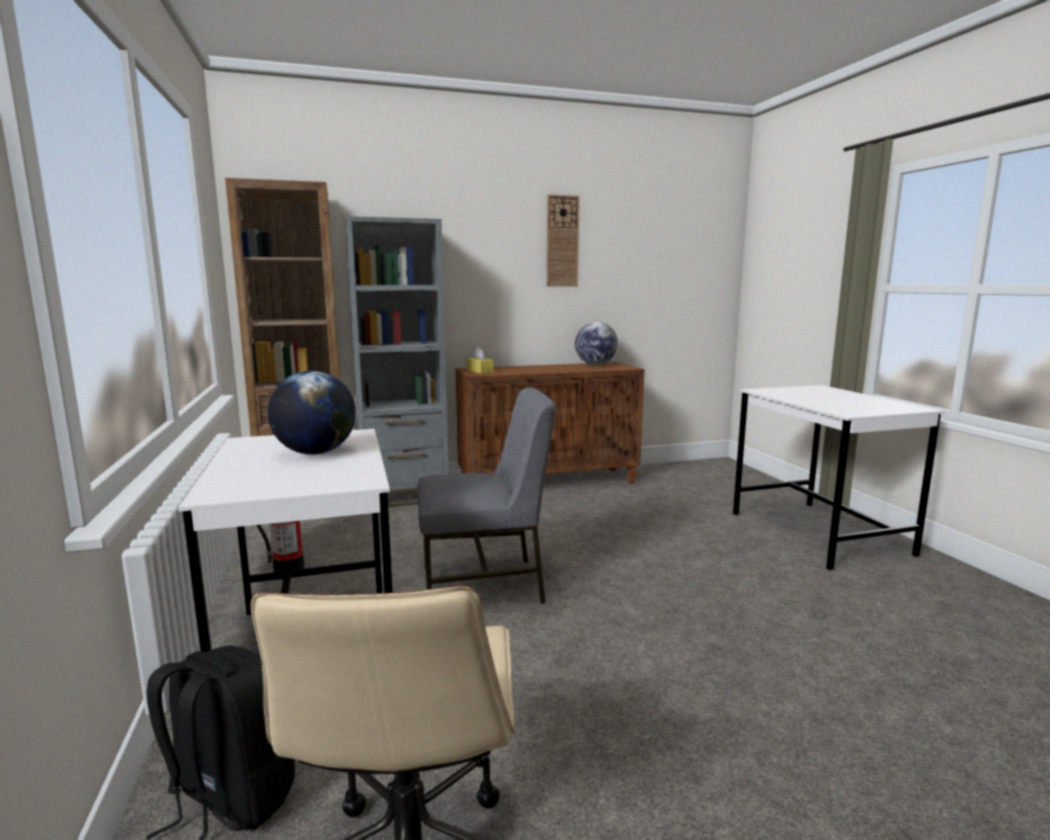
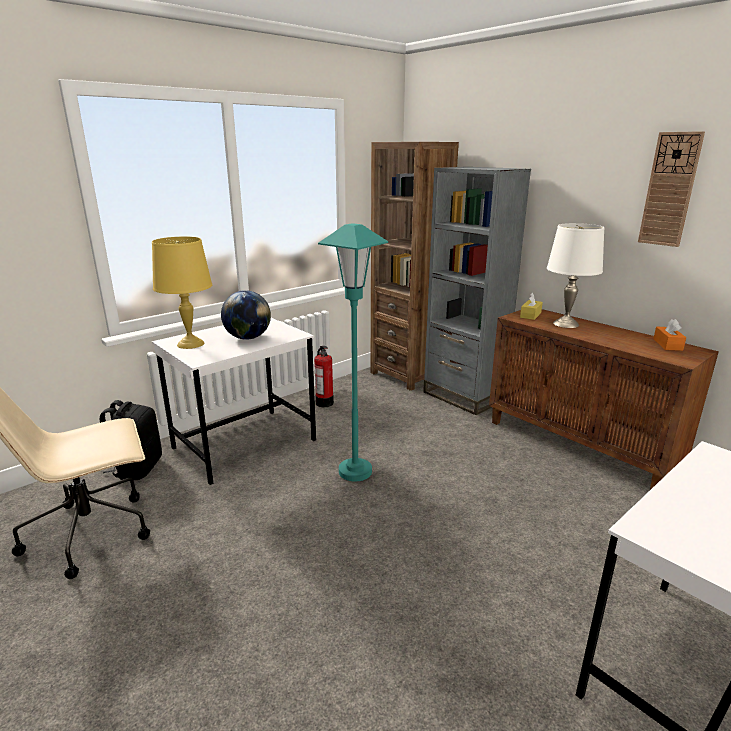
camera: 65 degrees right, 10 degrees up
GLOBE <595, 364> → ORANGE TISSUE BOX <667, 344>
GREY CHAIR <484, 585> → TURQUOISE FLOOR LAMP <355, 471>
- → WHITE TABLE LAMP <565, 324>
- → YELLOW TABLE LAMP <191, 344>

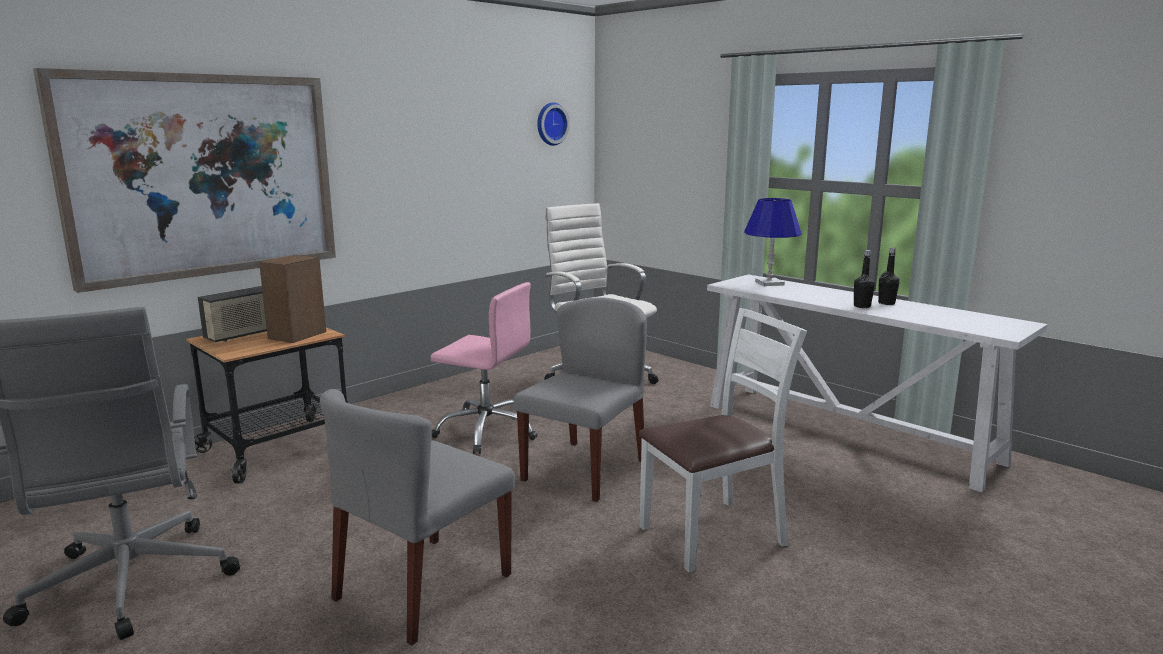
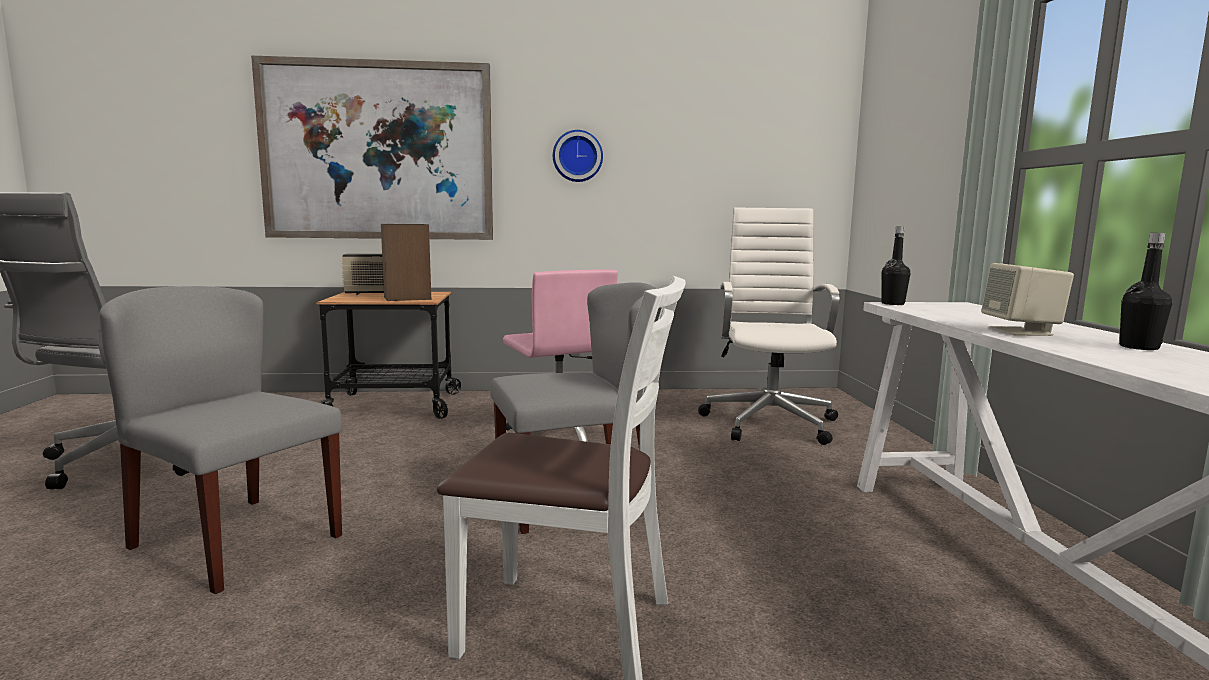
camera: 40 degrees right, 5 degrees down
WALL CLOCK <550, 124> → WALL CLOCK <577, 156>, move
BLUE TABLE LAMP <769, 283> → -
BLACK BOTTLE <862, 306> → BLACK BOTTLE <893, 303>, move
GREY CHAIR <423, 587> → GREY CHAIR <235, 541>, 45 degrees clockwise
- → BEIGE SPEAKER <1021, 332>

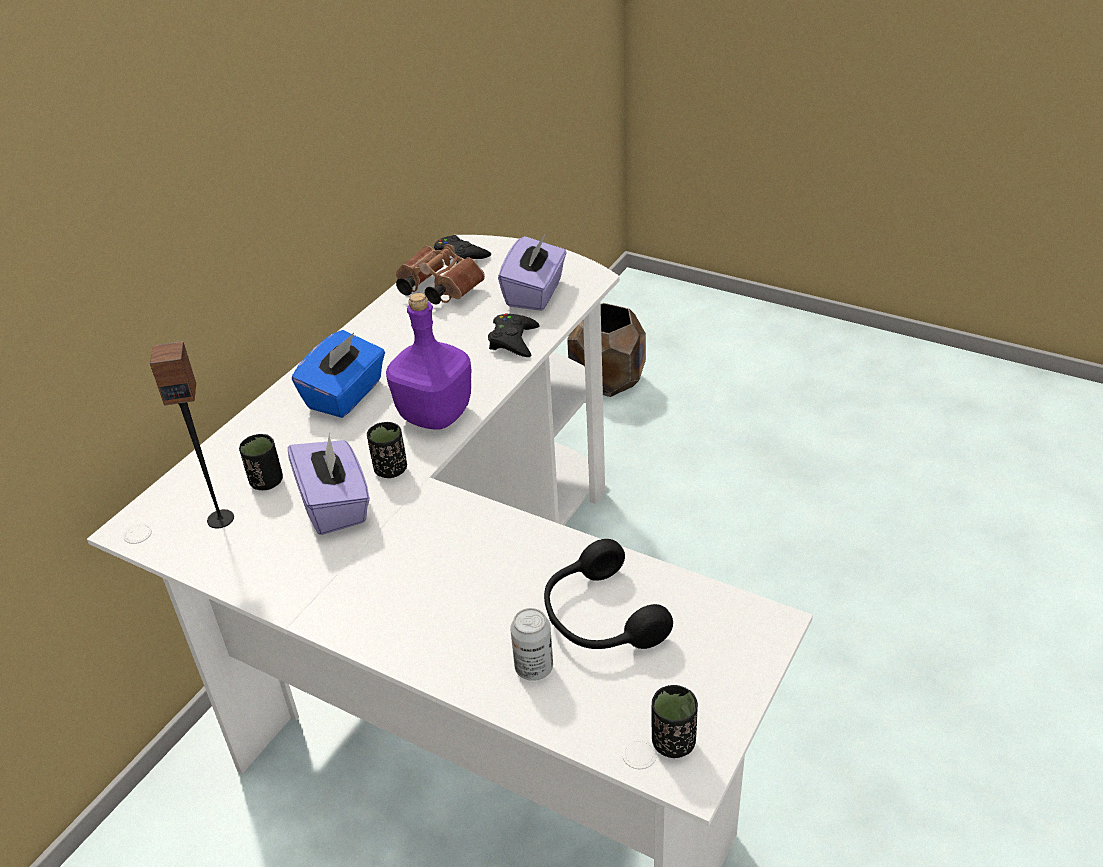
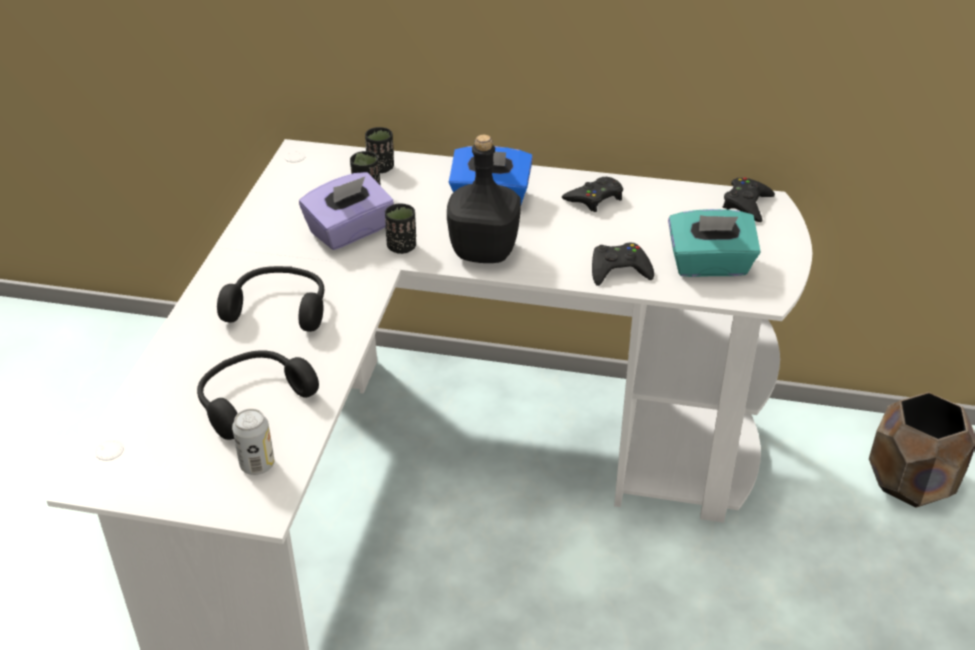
camera: 70 degrees right, 0 degrees up
PURPLE TISSUE BOX <535, 293> → TURQUOISE TISSUE BOX <710, 265>
BROWN BINOCULARS <436, 289> → -
PURPLE BOTTLE <436, 414> → BLACK BOTTLE <485, 252>
SPEAKER <220, 518> → -
CAN <534, 668> → CAN <257, 465>, move
BLACK CUP <673, 742> → BLACK CUP <381, 168>, move
- → BLACK GAME CONTROLLER <595, 198>
- → BLACK HEADPHONES <279, 308>

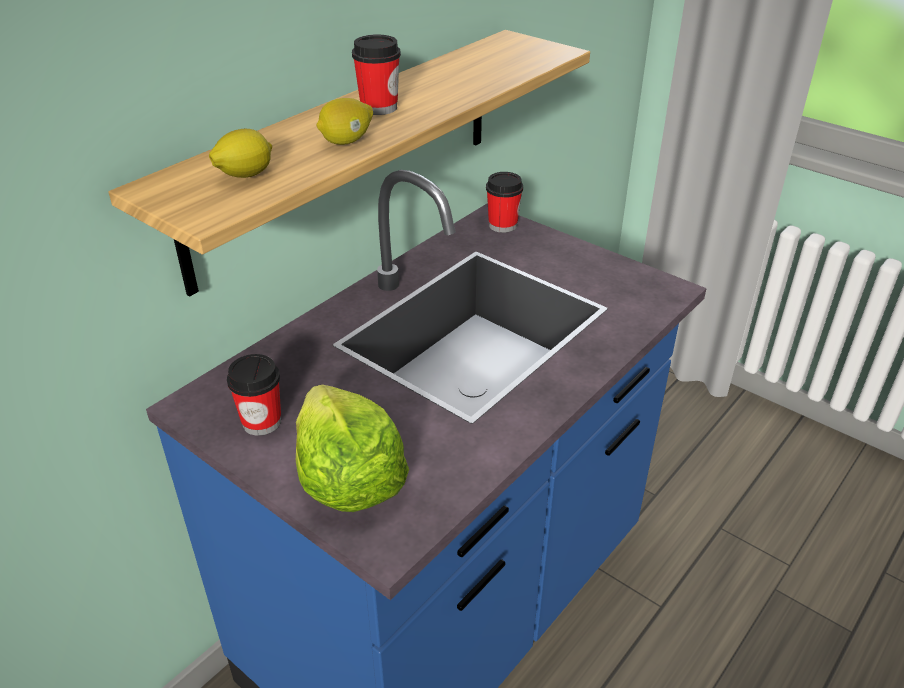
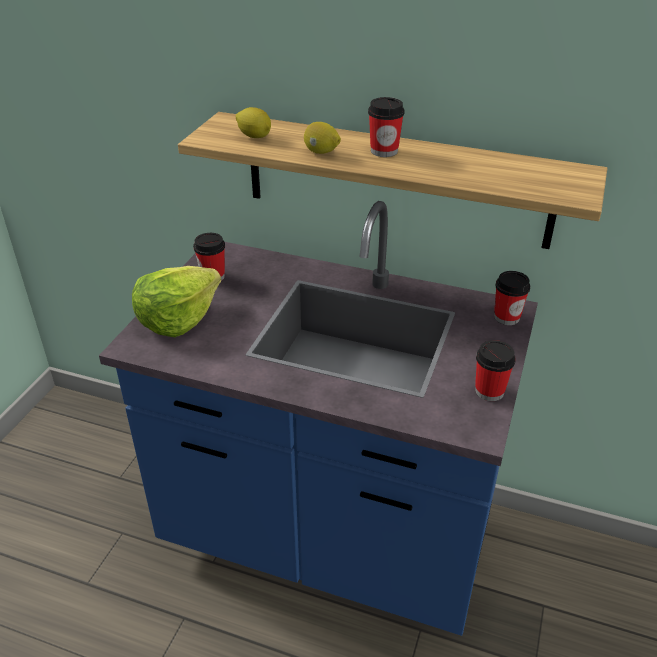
camera: 70 degrees right, 0 degrees up
- → CUP <489, 391>

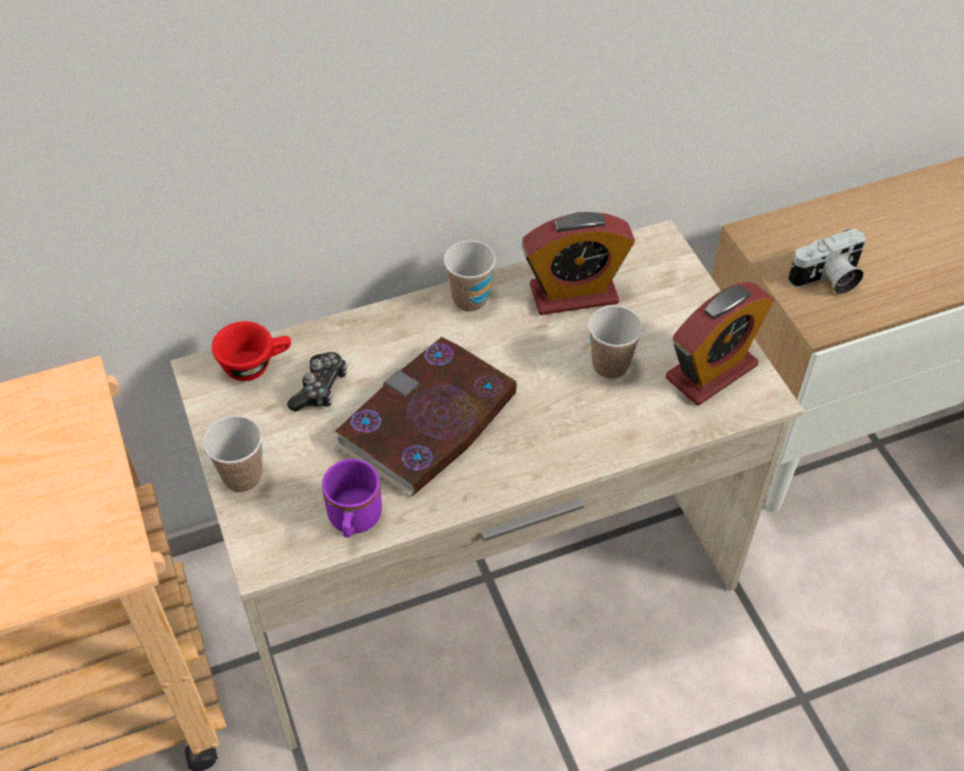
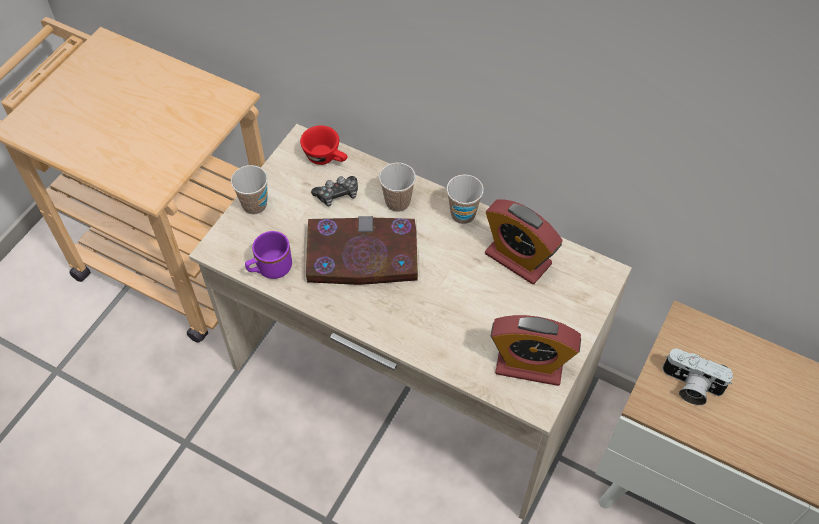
camera: 50 degrees right, 5 degrees up
CUP <610, 365> → CUP <397, 202>, move

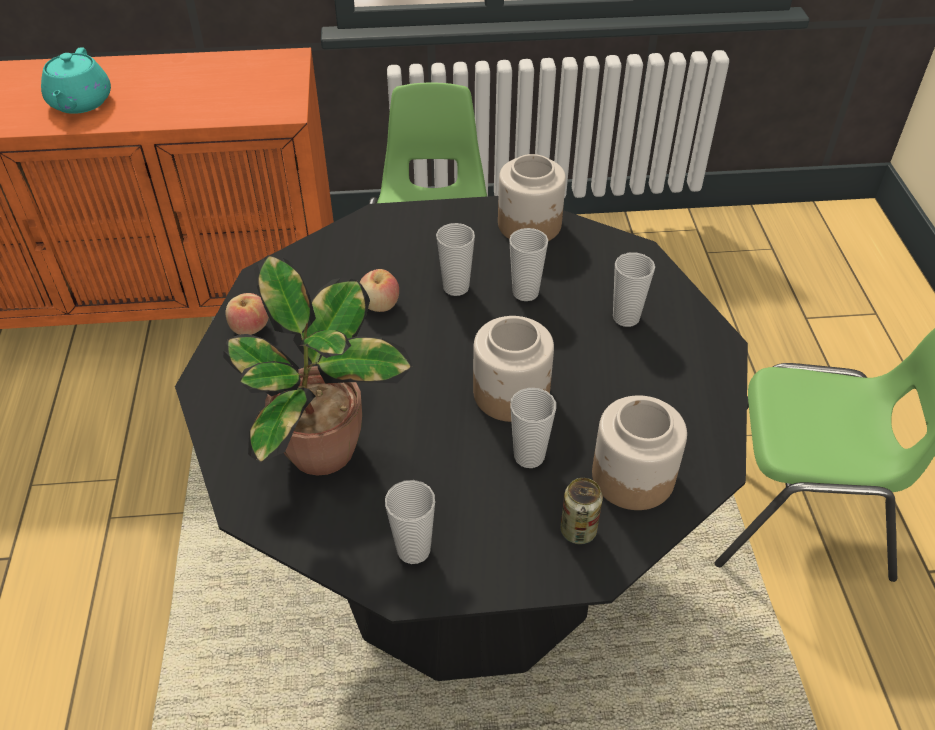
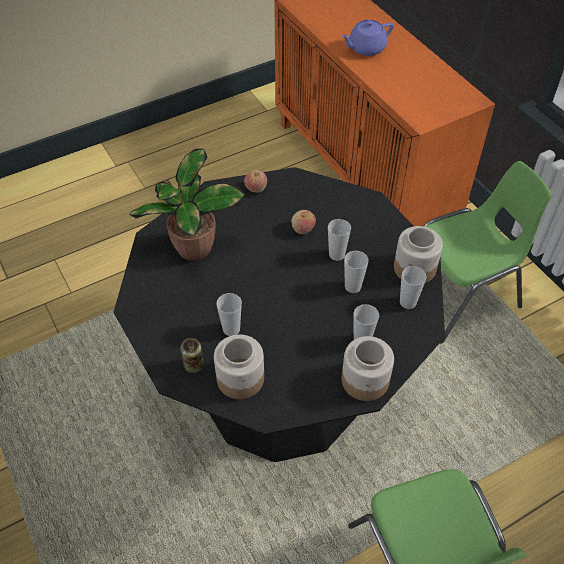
camera: 65 degrees right, 5 degrees up
TURQUOISE TEAPOT <80, 103> → PURPLE TEAPOT <366, 48>
JAR <512, 393> → JAR <365, 381>, move
CUP <413, 550> → CUP <408, 302>, move

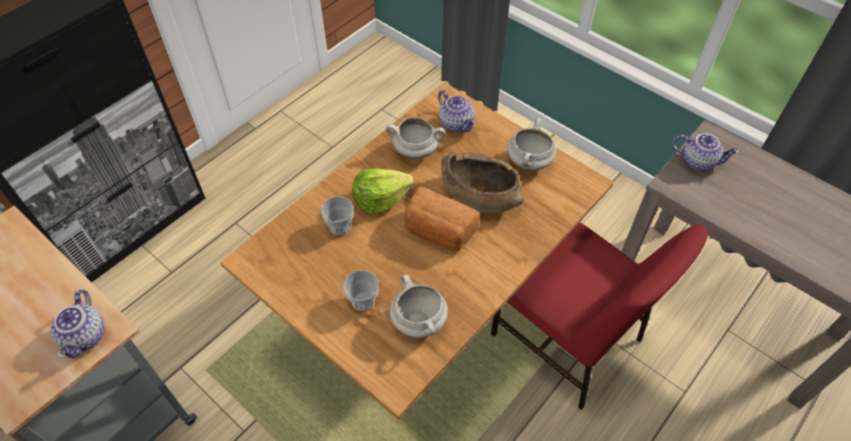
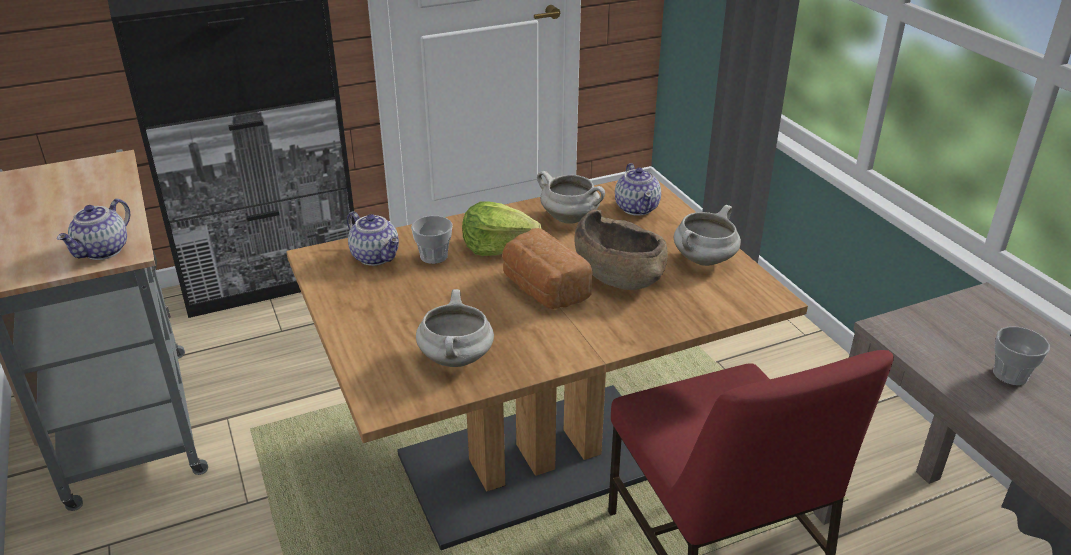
camera: 25 degrees right, 20 degrees down
TEAPOT <698, 161> → TEAPOT <376, 257>, move
CUP <363, 301> → CUP <1010, 374>, move

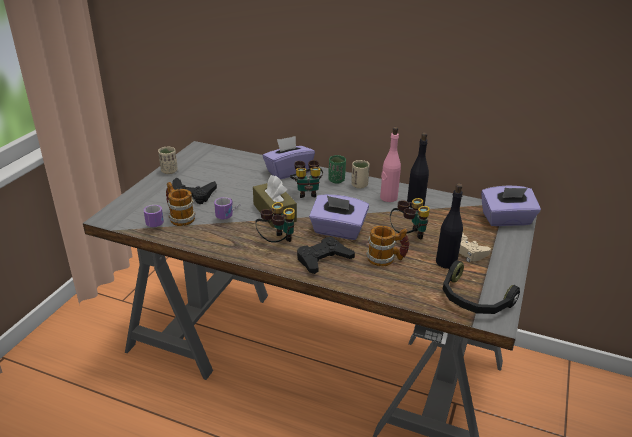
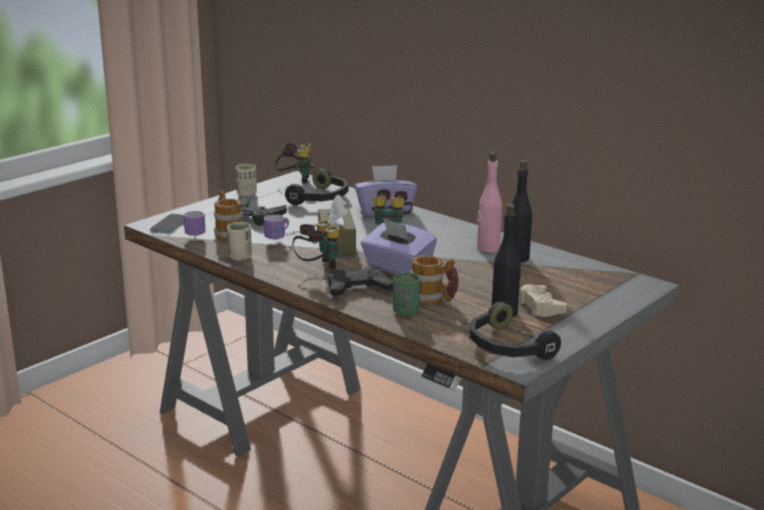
camera: 20 degrees right, 10 degrees down
GREEN CUP <336, 180> → GREEN CUP <406, 312>, move
BEIGE CUP <359, 185> → BEIGE CUP <240, 257>, move
PURPLE TISSUE BOX <506, 220> → -
BINOCULARS <407, 235> → BINOCULARS <295, 180>, move
- → BLACK HEADPHONES <321, 198>
- → PHONE <170, 224>

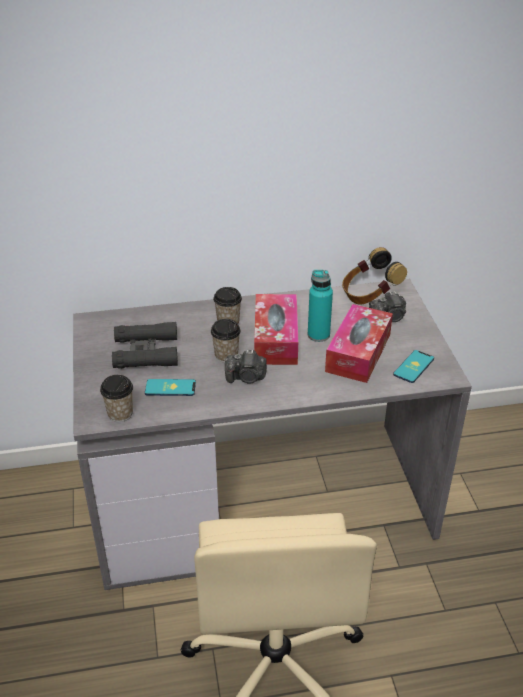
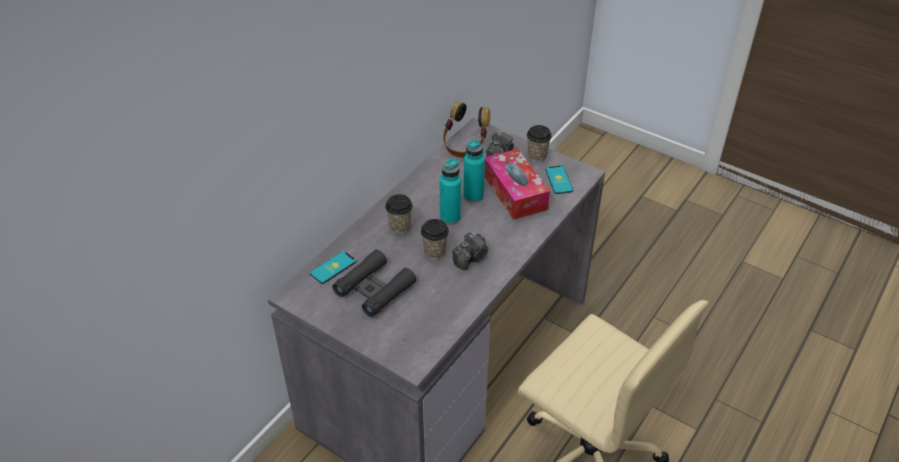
camera: 45 degrees left, 5 degrees up
TISSUE BOX <275, 339> → TURQUOISE BOTTLE <450, 217>
CUP <120, 413> → CUP <537, 156>, move
PHONE <170, 388> → PHONE <333, 268>, move

